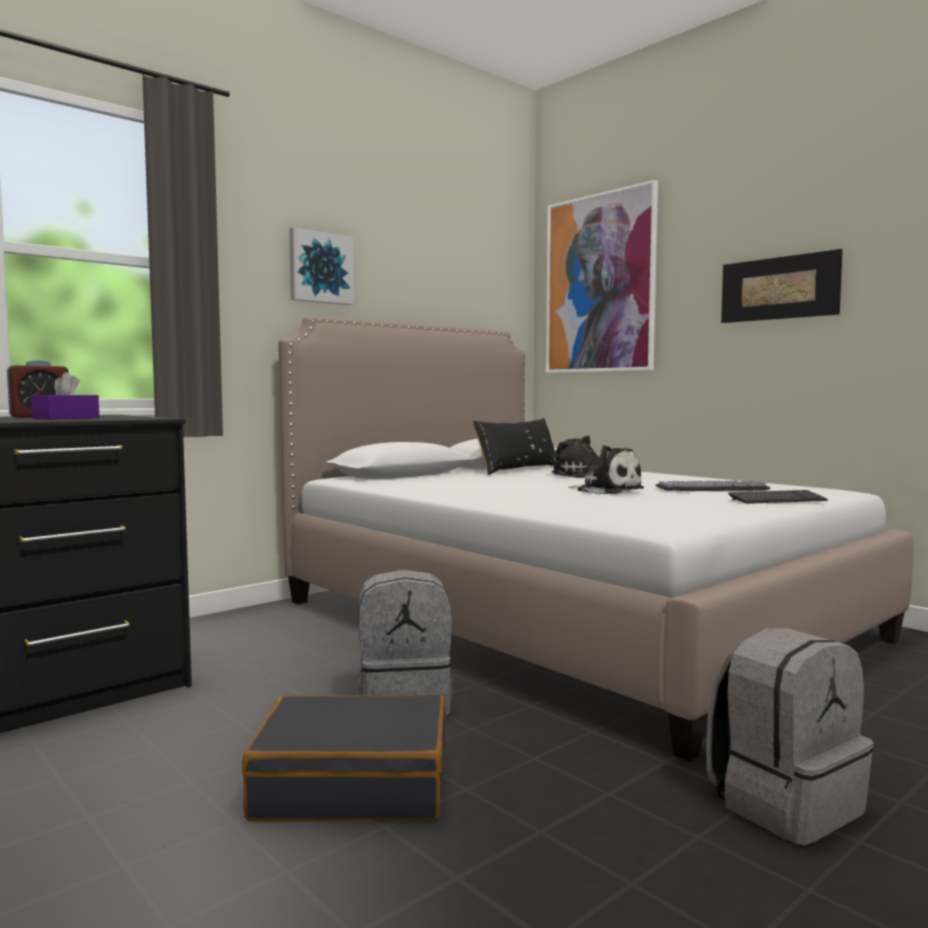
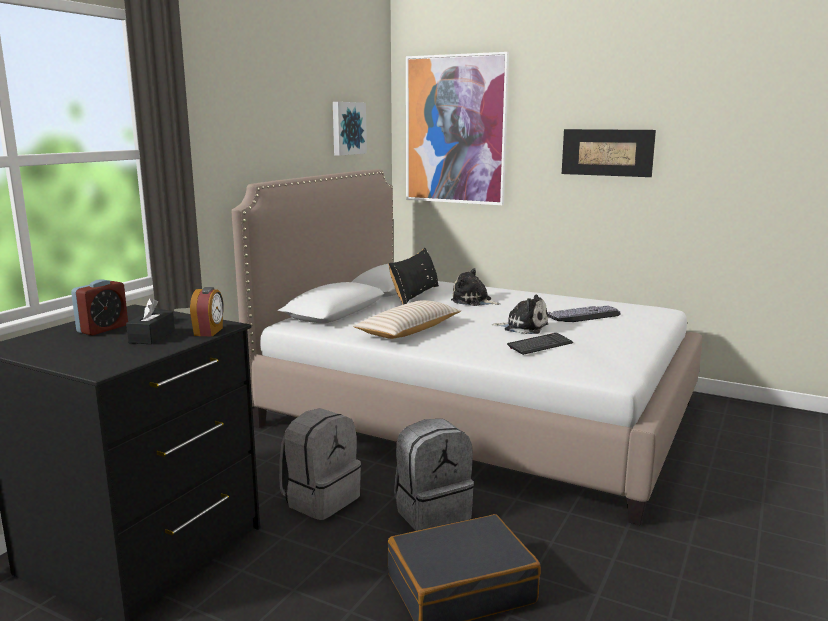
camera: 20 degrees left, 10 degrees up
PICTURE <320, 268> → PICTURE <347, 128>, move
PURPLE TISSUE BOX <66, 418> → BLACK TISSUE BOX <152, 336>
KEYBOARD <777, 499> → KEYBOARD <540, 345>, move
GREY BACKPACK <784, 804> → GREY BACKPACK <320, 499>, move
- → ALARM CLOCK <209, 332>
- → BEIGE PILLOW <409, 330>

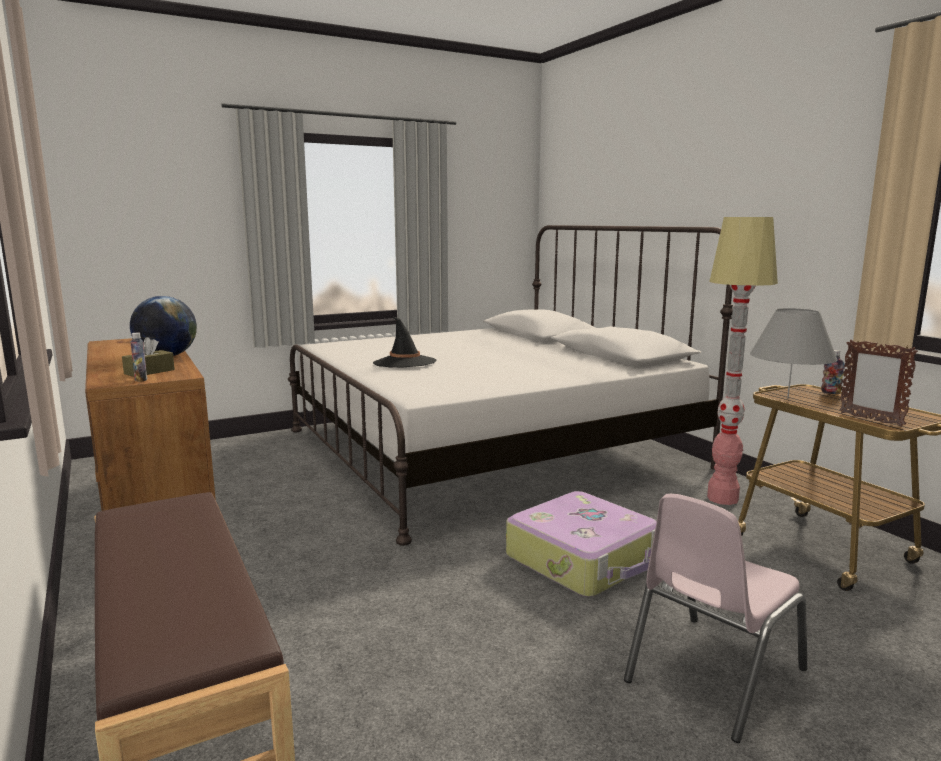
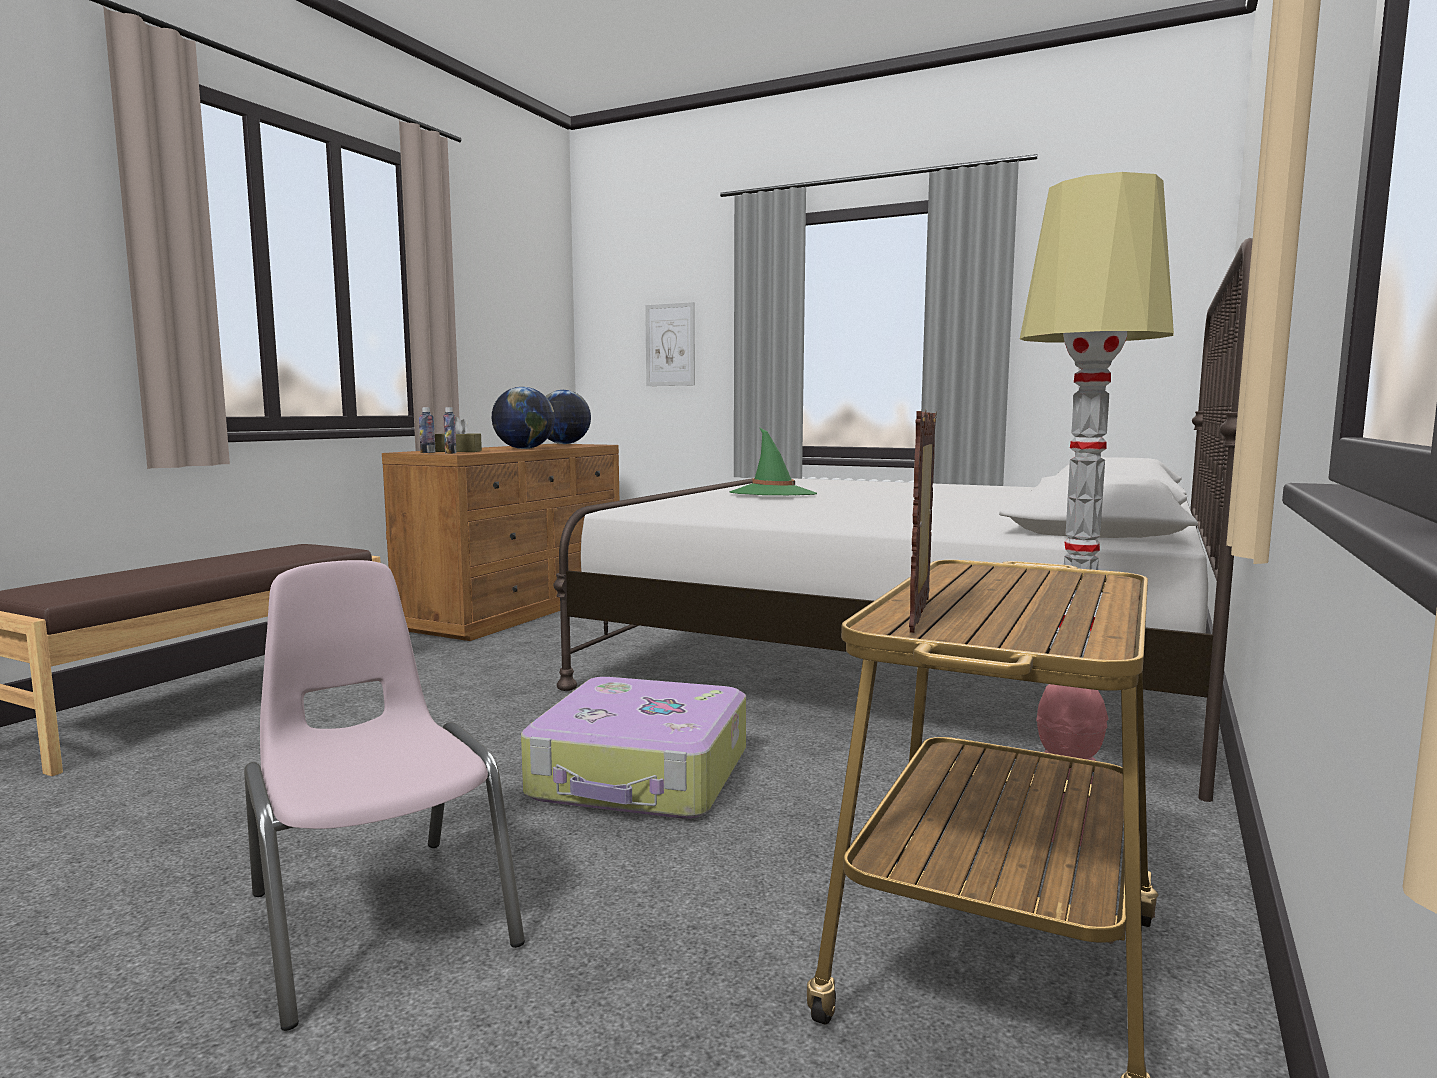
camera: 55 degrees right, 5 degrees down
GREY TABLE LAMP <787, 398> → -
BLACK HAT <404, 363> → GREEN HAT <773, 494>
BOTTLE <830, 392> → BOTTLE <450, 453>, move
PINK CHAIR <712, 674> → PINK CHAIR <379, 919>, 45 degrees clockwise
- → PICTURE <670, 345>
- → GLOBE <564, 444>

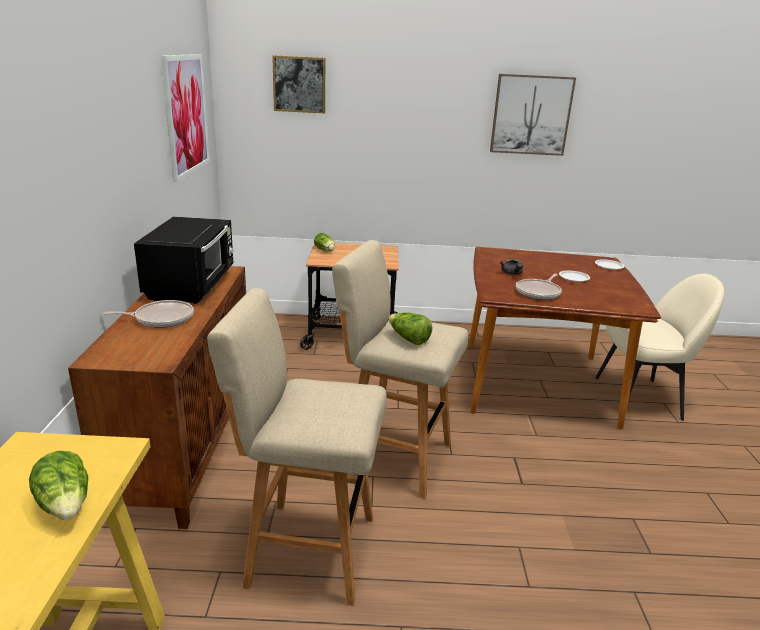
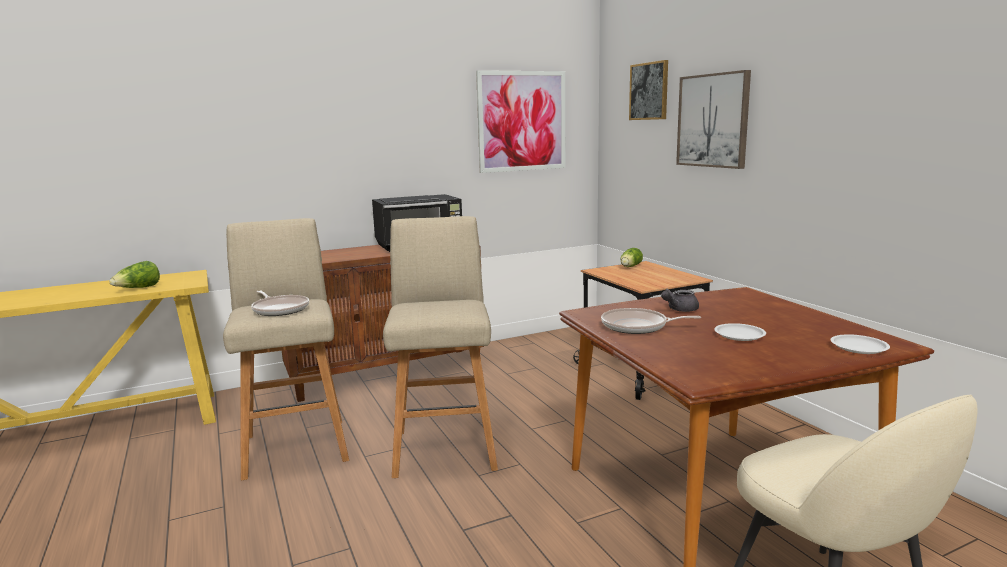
camera: 65 degrees right, 10 degrees down
PICTURE <531, 115> → PICTURE <713, 120>, move
FRYING PAN <161, 318> → FRYING PAN <280, 309>, move
LETTUCE <408, 339> → -

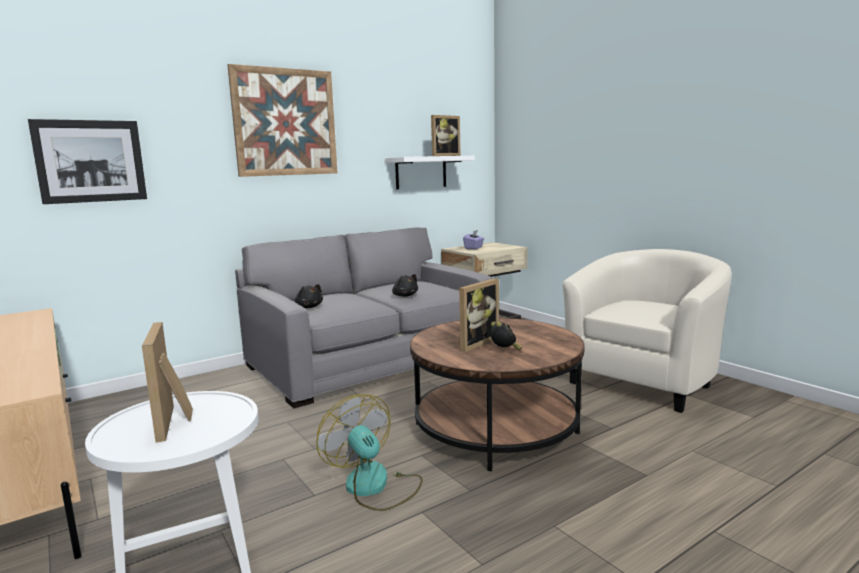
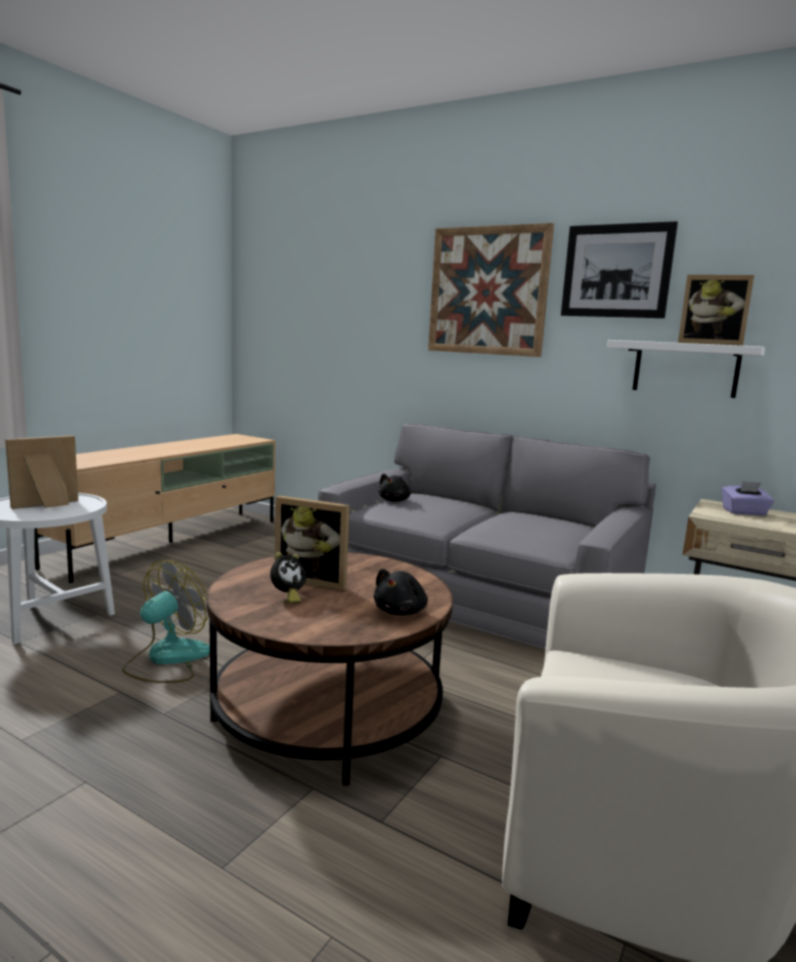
camera: 65 degrees right, 0 degrees up
PICTURE <90, 161> → PICTURE <616, 271>, move
BLACK PLUSH TOY <404, 296> → BLACK PLUSH TOY <401, 611>, move

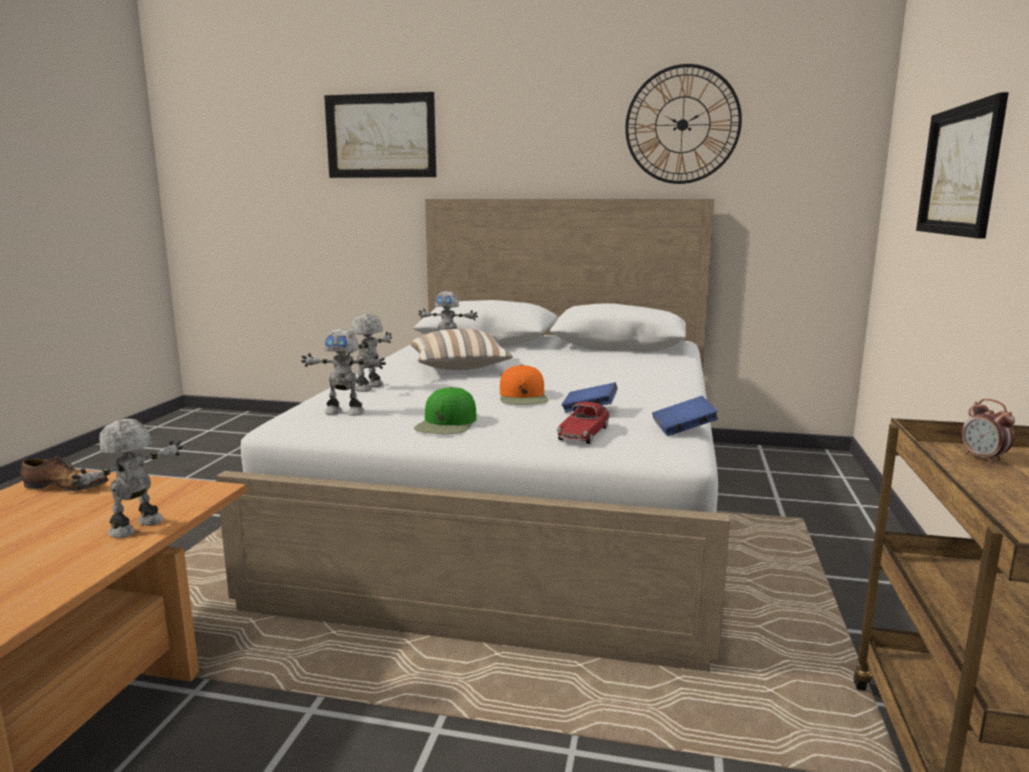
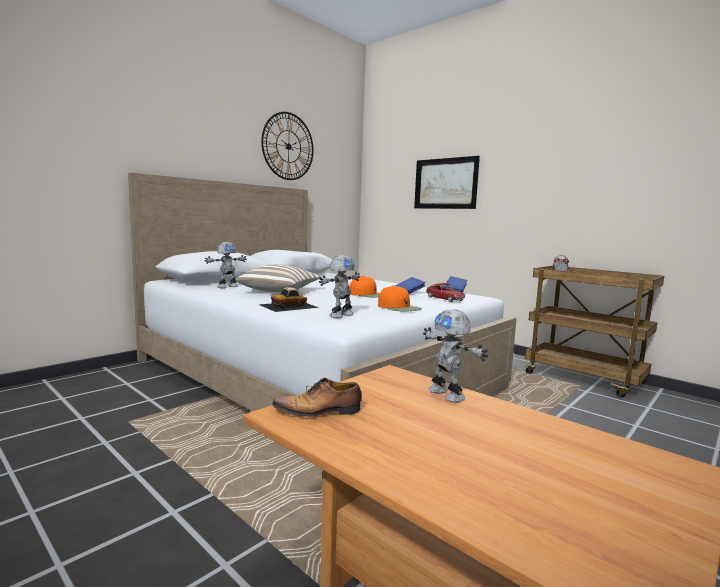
camera: 60 degrees left, 5 degrees down
PICTURE <381, 136> → -
TOY ROBOT <370, 388> → TOY CAR <289, 306>
GREEN CAP <447, 424> → ORANGE CAP <399, 307>
SHOE <65, 487> → SHOE <319, 411>, 135 degrees counterclockwise

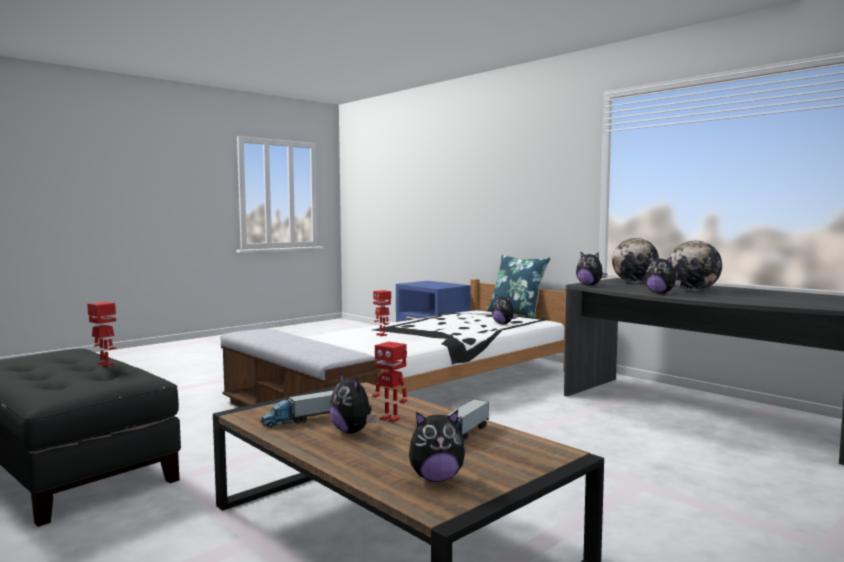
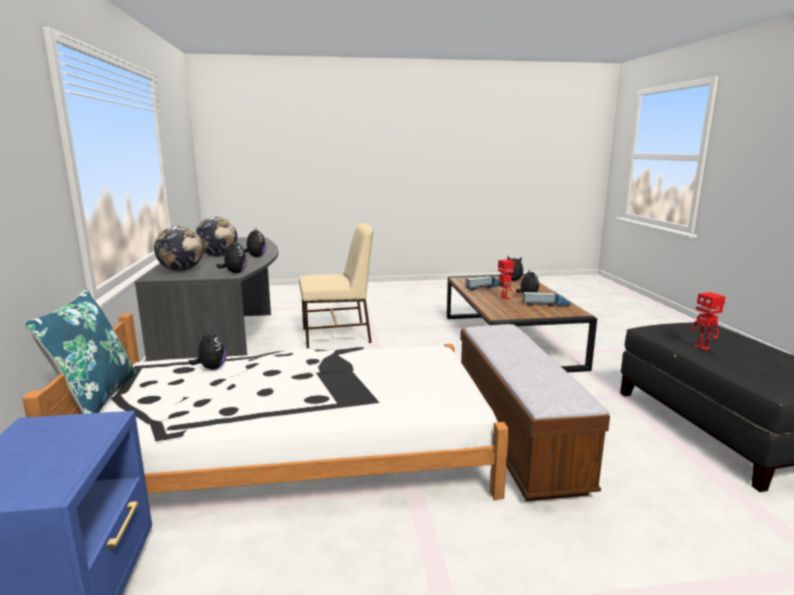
camera: 145 degrees left, 10 degrees up
TOY ROBOT <382, 335> → -
- → BEIGE CHAIR <338, 335>

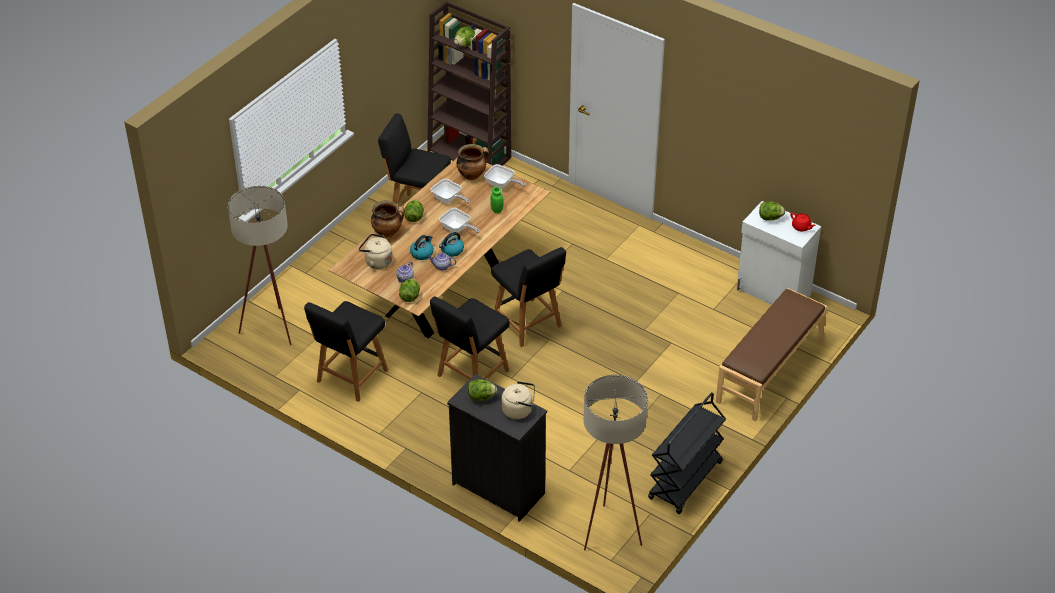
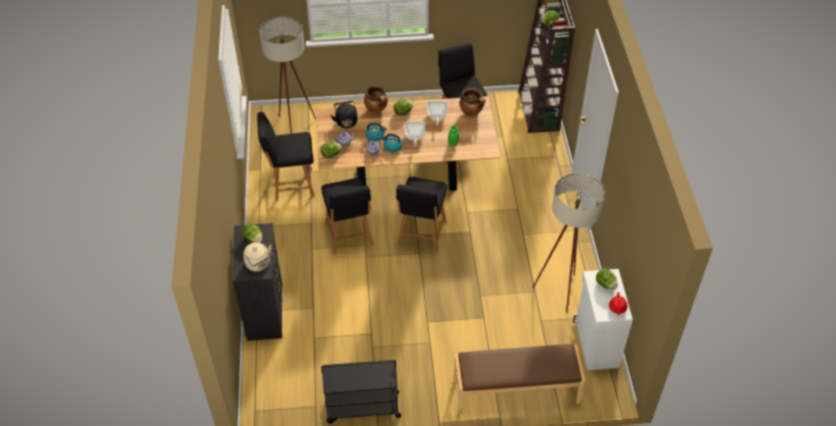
camera: 50 degrees right, 5 degrees up
FRYING PAN <502, 185> → -
BEIGE KETTLE <376, 261> → BLACK KETTLE <346, 121>
BLACK CHAIR <471, 374> → BLACK CHAIR <349, 236>, 105 degrees counterclockwise
BEIGE FLOOR LAMP <609, 527> → BEIGE FLOOR LAMP <561, 288>, move

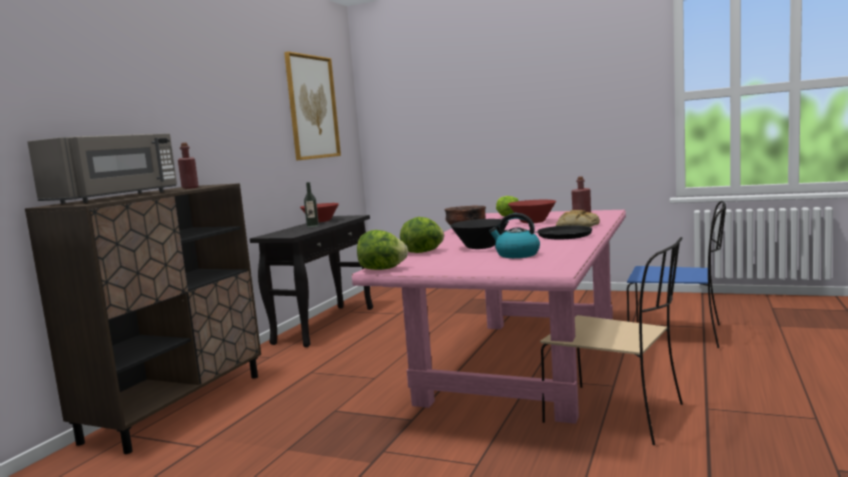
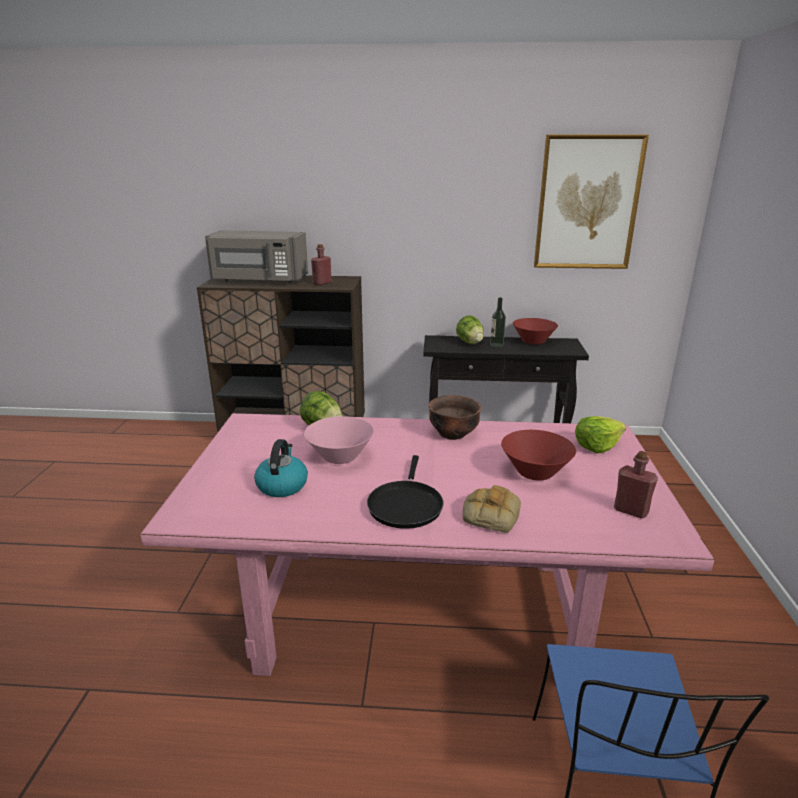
camera: 70 degrees right, 15 degrees up
BLACK BOWL <480, 247> → PINK BOWL <340, 457>
LETTUCE <382, 269> → LETTUCE <470, 343>, move
BEIGE CHAIR <617, 414> → -

